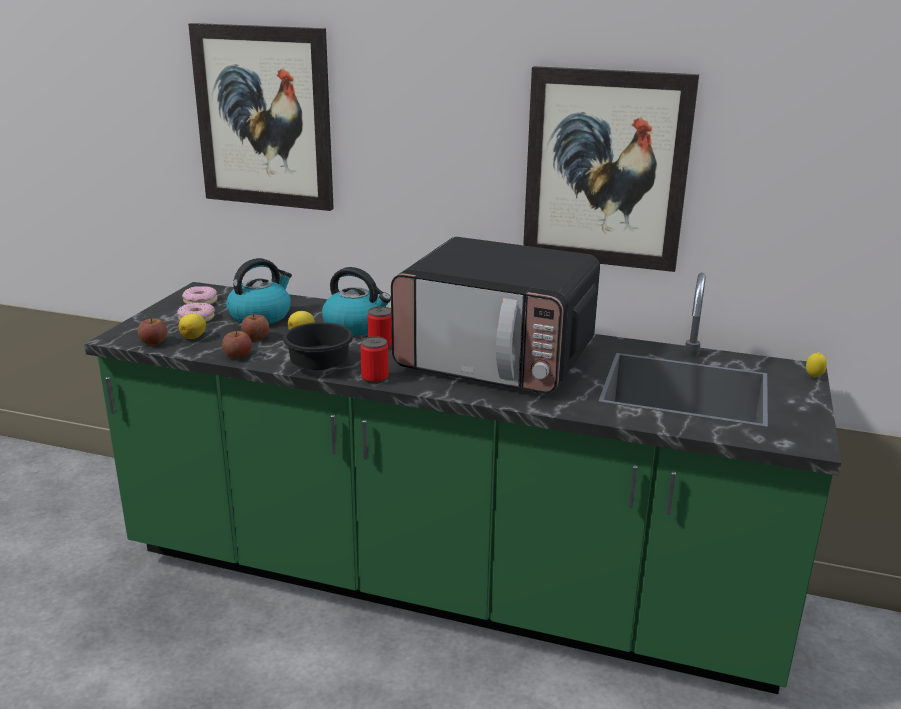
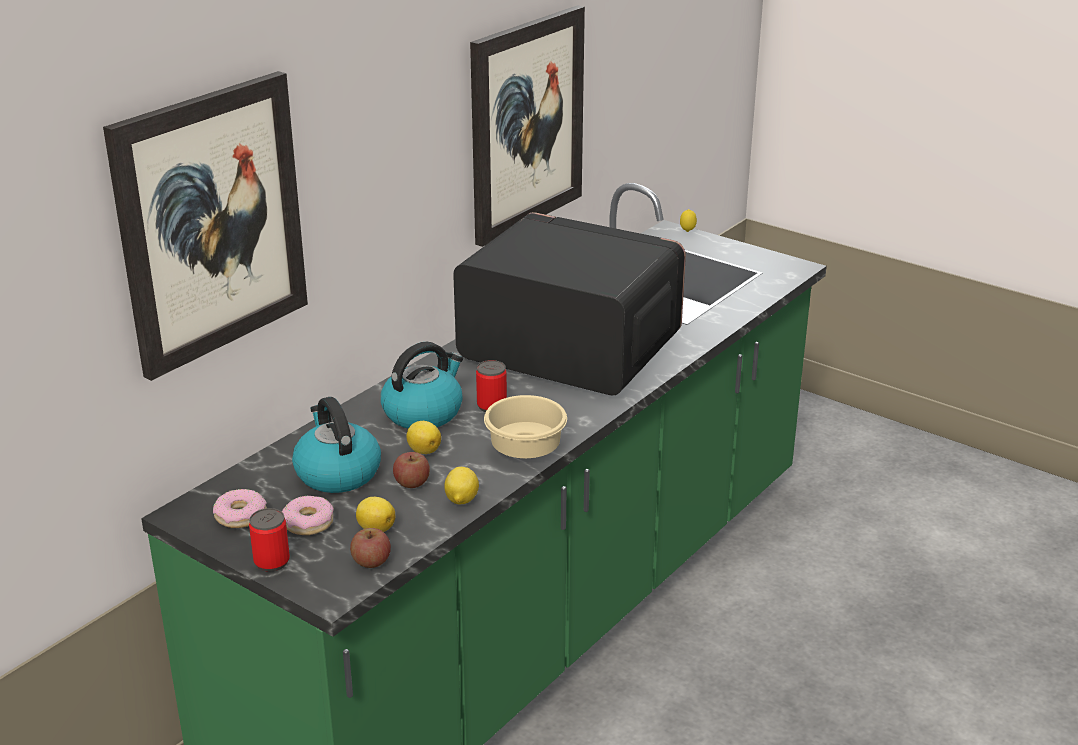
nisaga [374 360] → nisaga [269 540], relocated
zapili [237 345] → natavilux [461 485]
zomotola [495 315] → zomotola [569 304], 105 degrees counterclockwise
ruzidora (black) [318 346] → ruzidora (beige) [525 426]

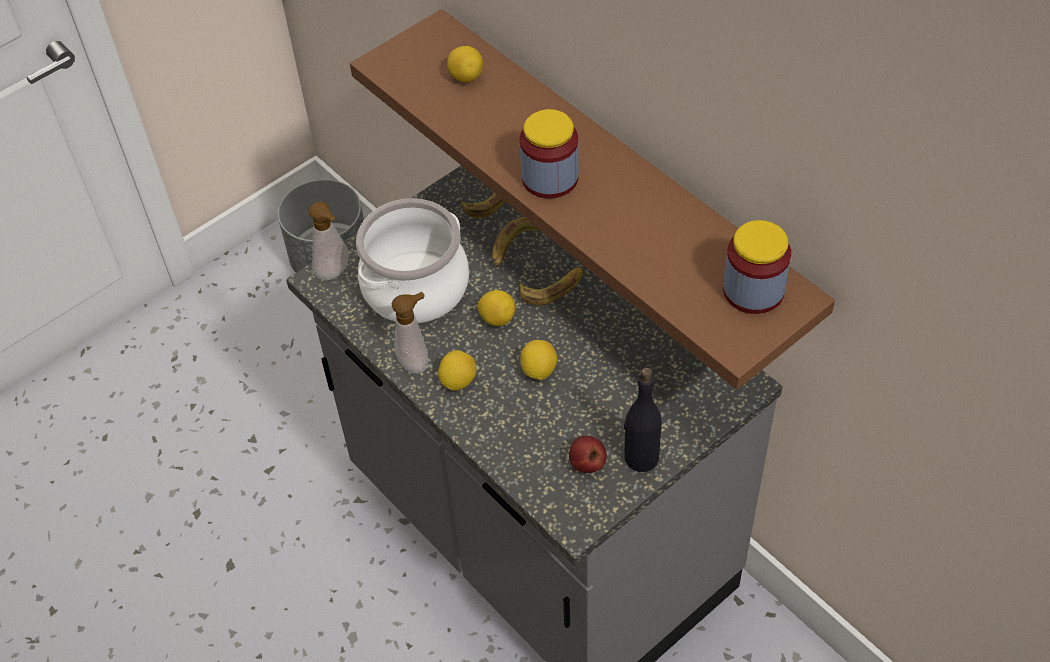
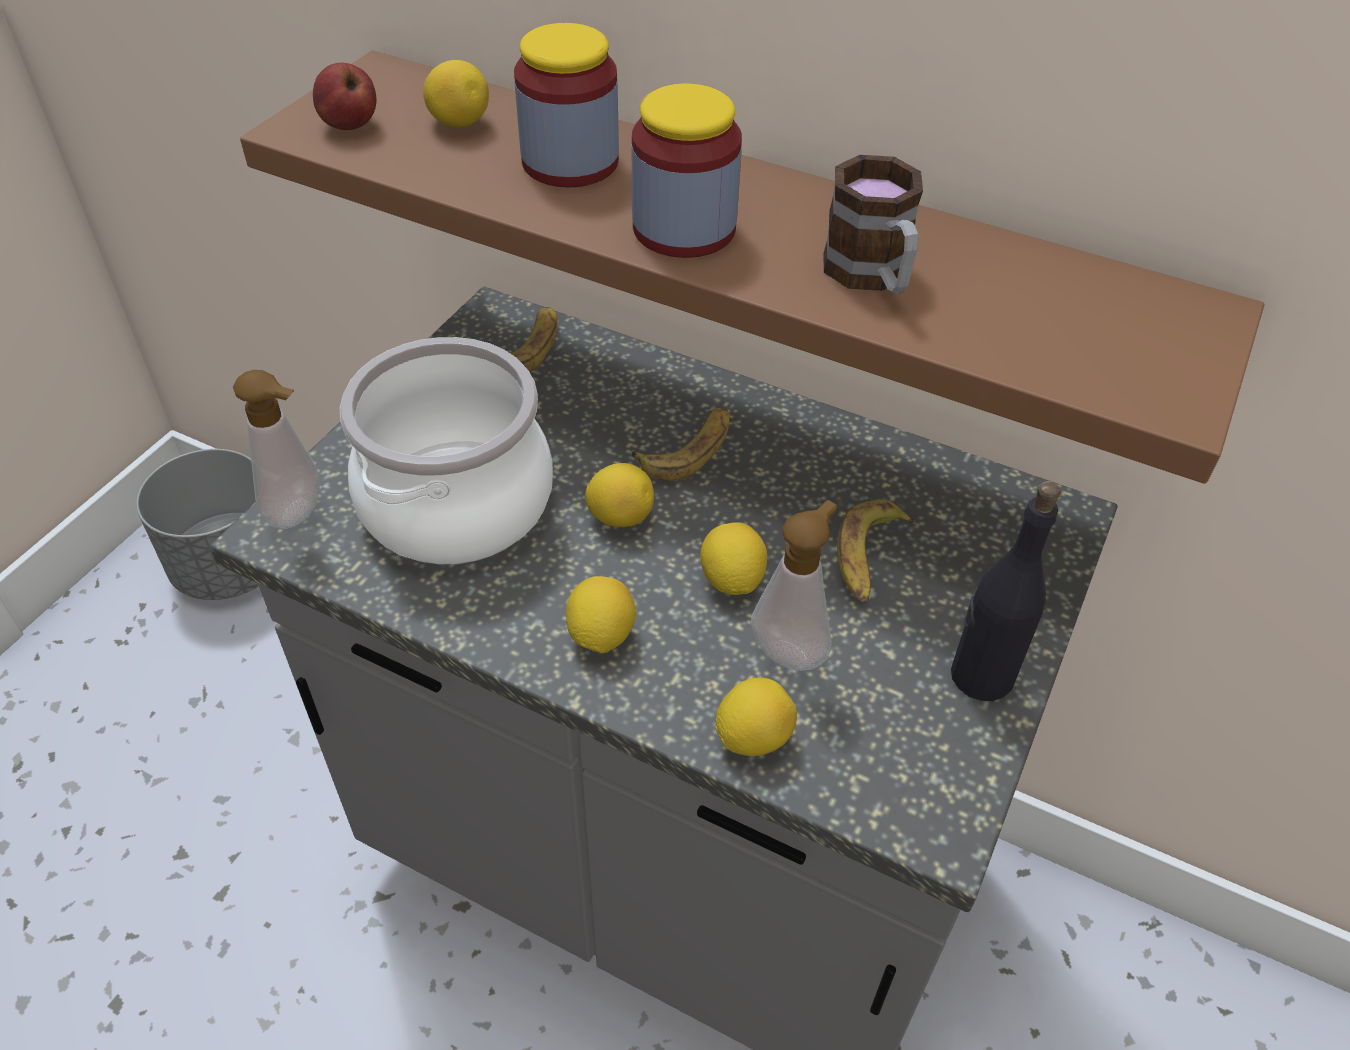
zapili [588 454] → zapili [345 96], relocated
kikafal [757 267] → kikafal [566 105], relocated
- → natavilux [756 716]
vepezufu [410 333] → vepezufu [794 585], relocated
- → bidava [873 224]
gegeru [516 242] → gegeru [876 551], relocated

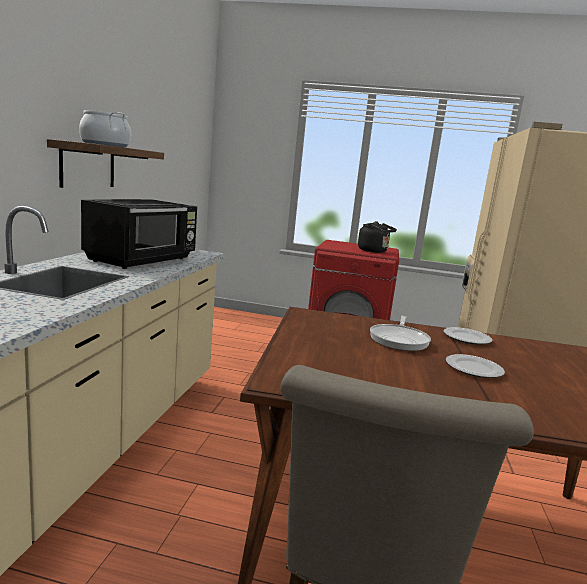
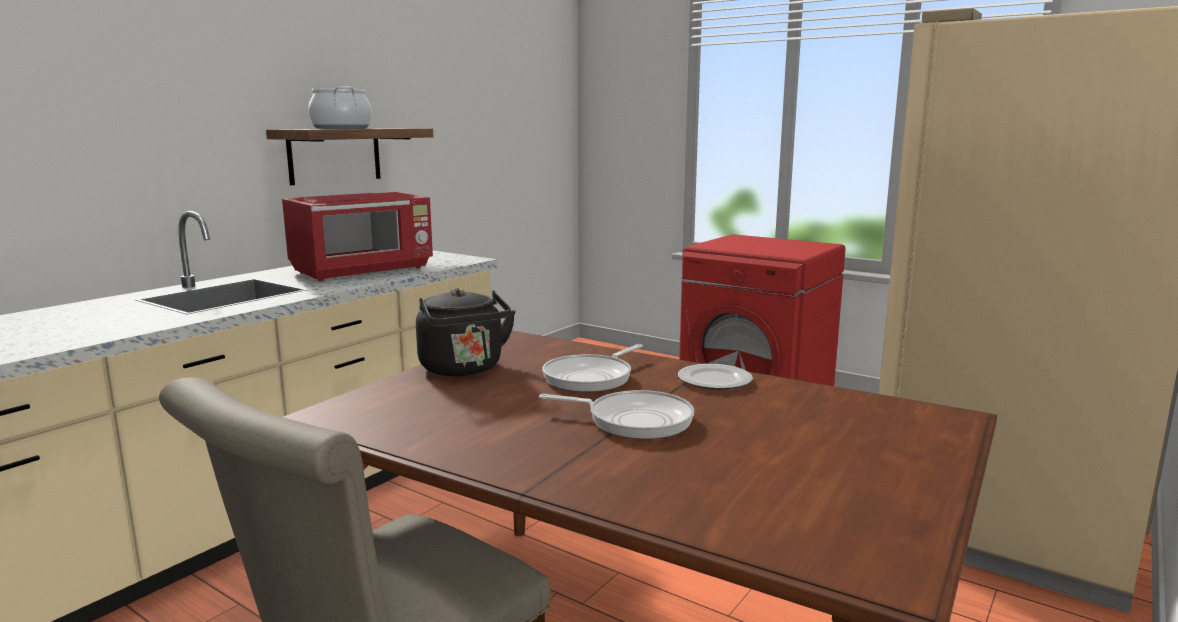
zomotola (black) [139 234] → zomotola (red) [357 236]
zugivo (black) [377 237] → zugivo (black) [466 332], relocated
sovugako [475 366] → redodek [616 414]

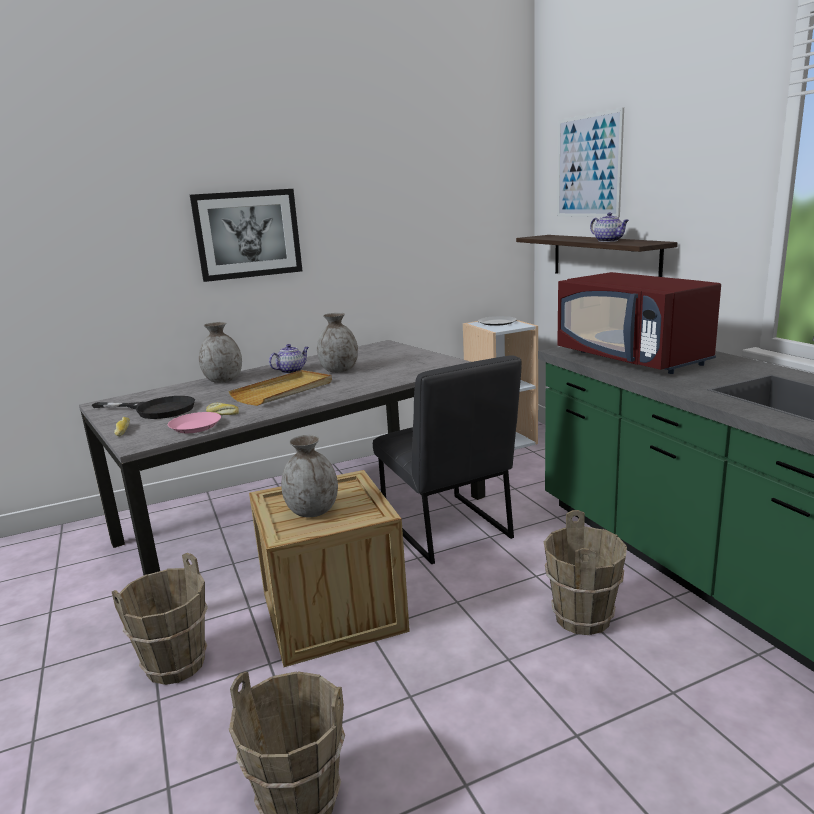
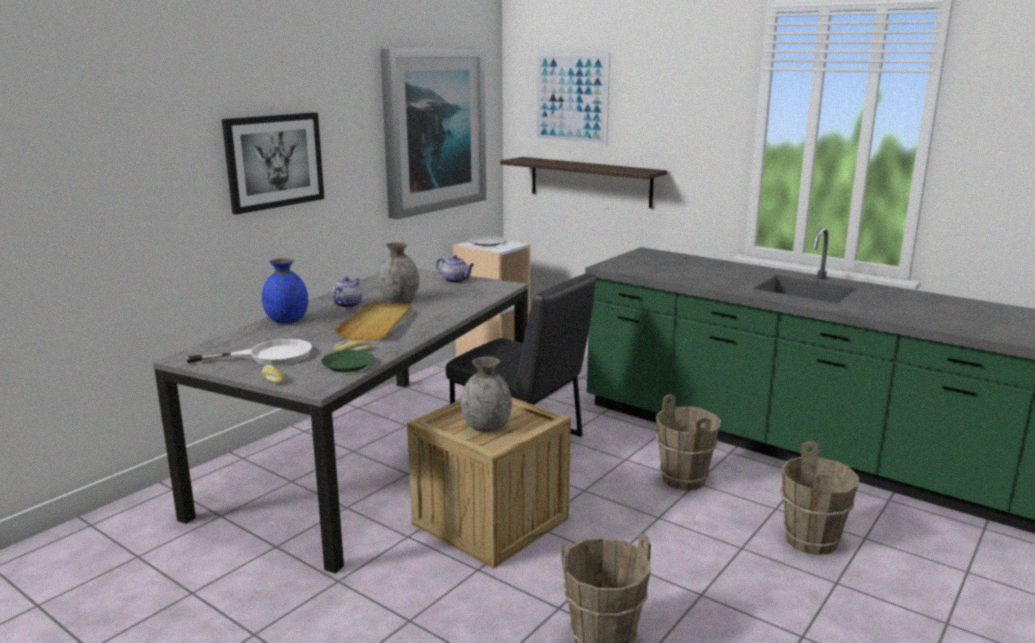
redodek (black) [143 407] → redodek (white) [249 352]
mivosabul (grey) [220 352] → mivosabul (blue) [285 291]
sovugako (pink) [194 422] → sovugako (green) [347 361]
- → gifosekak [433 133]
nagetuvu [609 227] → nagetuvu [455 269], relocated
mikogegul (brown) [160 619] → mikogegul (brown) [819 498], relocated
zomotola (red) [639 323] → -

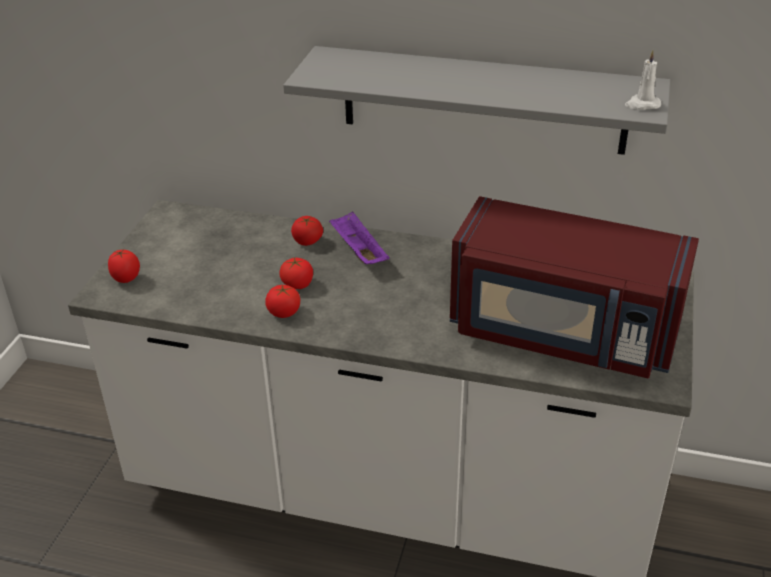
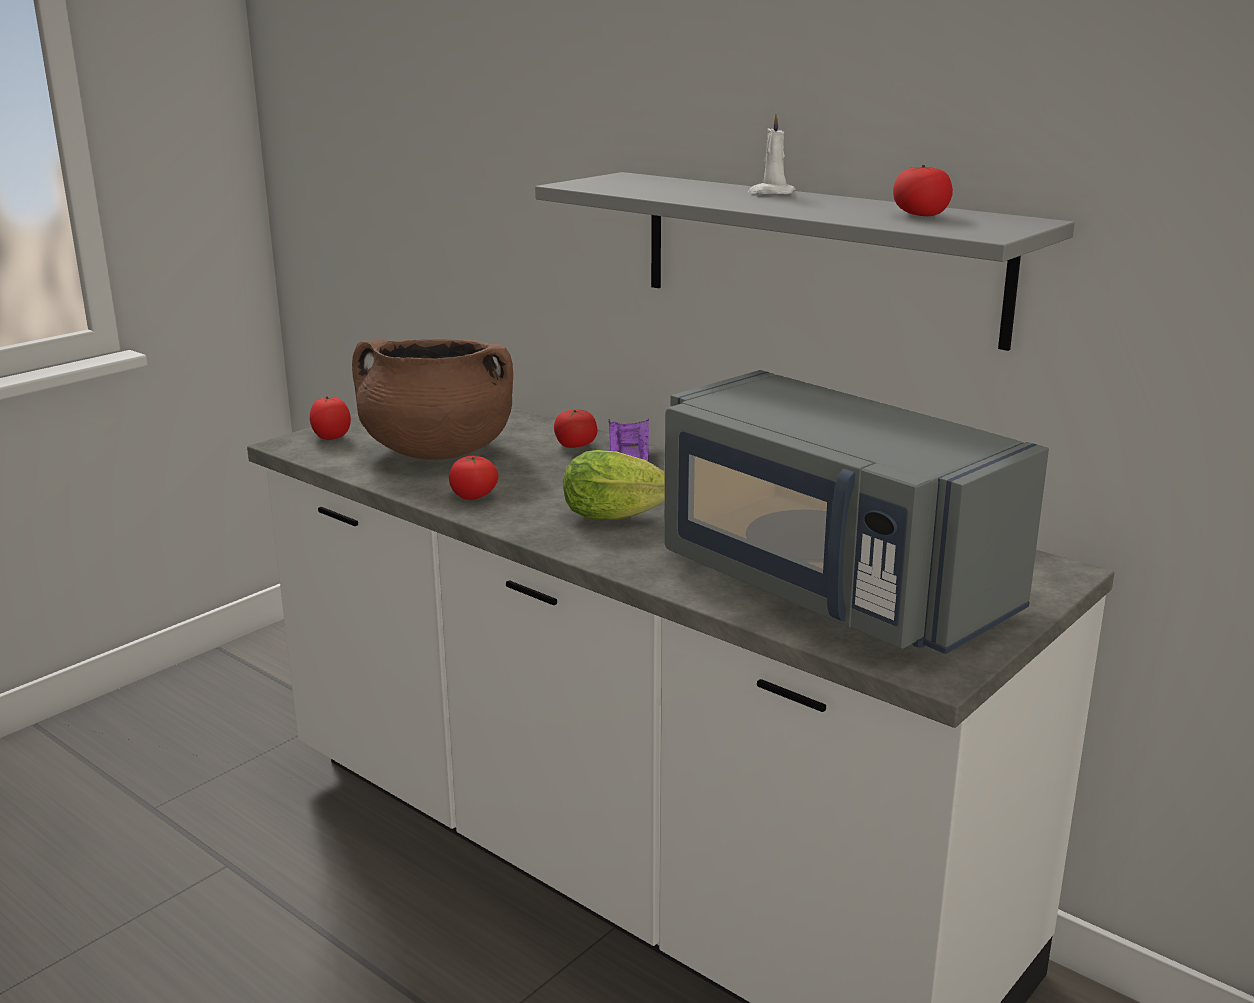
- → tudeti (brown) [432 399]
- → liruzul [614 485]
zomotola (red) [574 287] → zomotola (grey) [856 512]
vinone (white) [643 80] → vinone (white) [772 154], relocated
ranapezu [296 273] → ranapezu [923 190], relocated

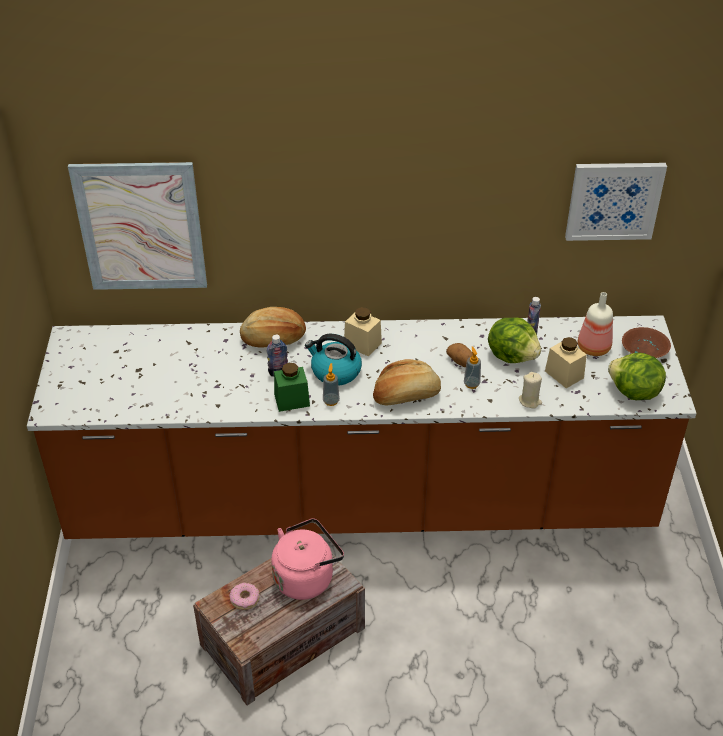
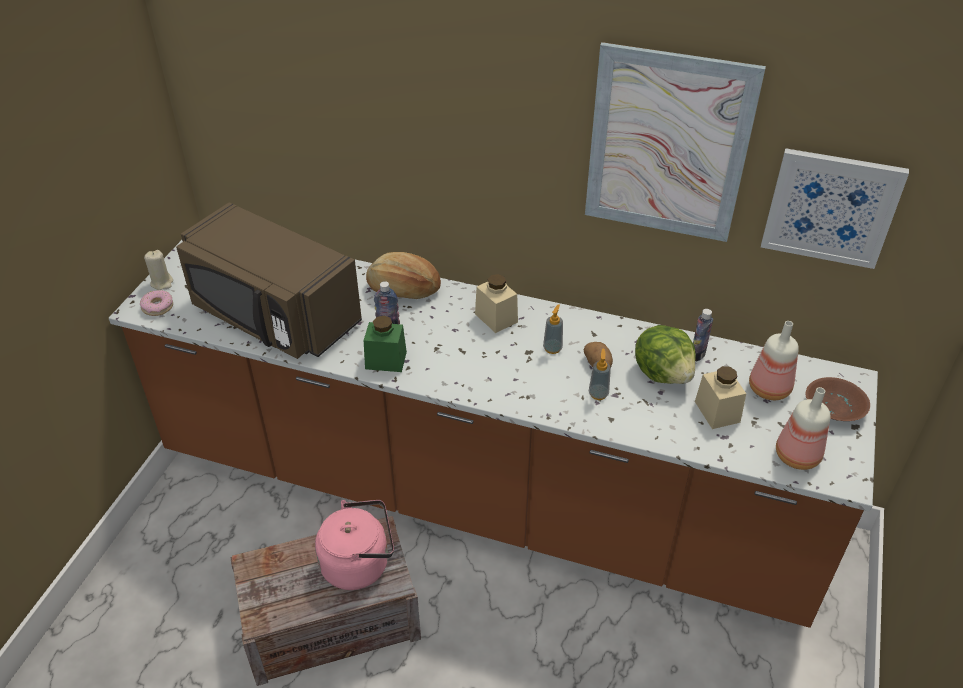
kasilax [244 596] → kasilax [156 303], relocated
vinone (beige) [530 390] → vinone (beige) [158 270], relocated
- → zomotola (brown) [269 280]
vepezufu [331 384] → vepezufu [553 329], relocated
gifosekak [137 226] → gifosekak [675 142], relocated
liruzul [637 376] → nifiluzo [803 428]
zugivo [333 360] → -
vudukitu [407 382] → -

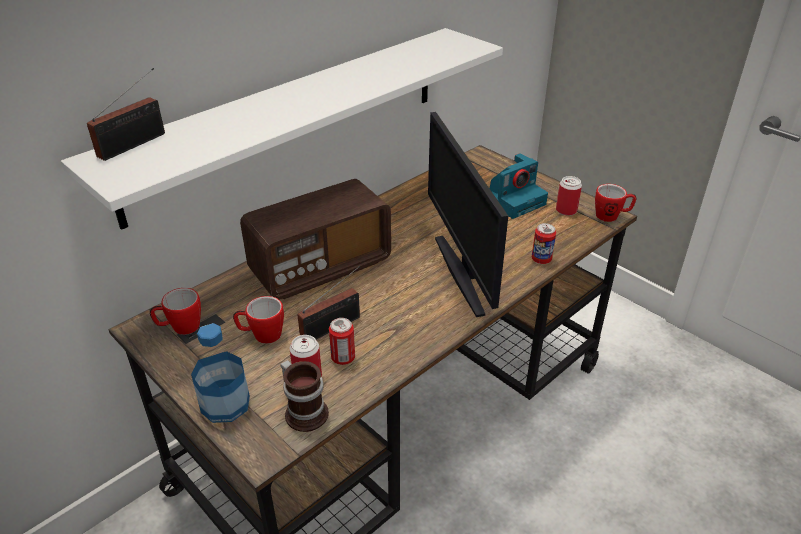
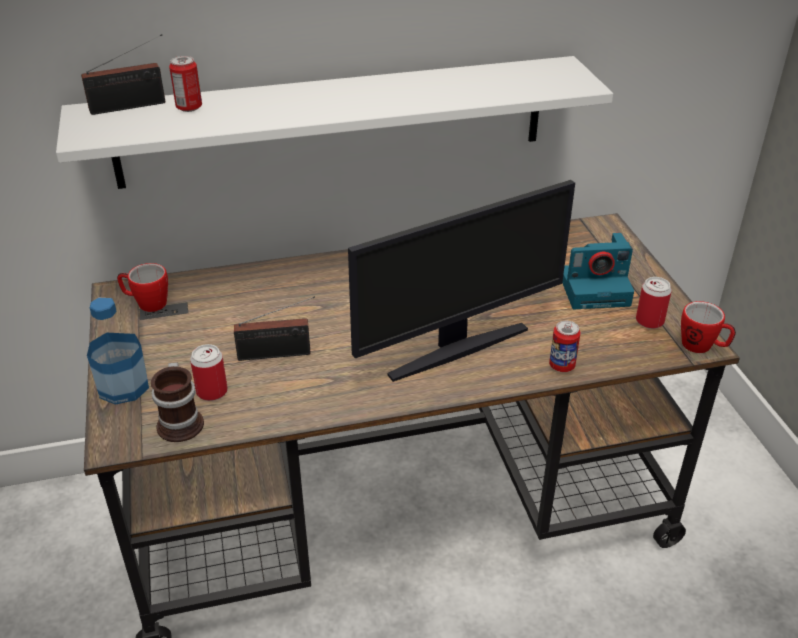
nisaga [342 341] → nisaga [185 84], relocated
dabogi [468 214] → dabogi [461 281], 135 degrees counterclockwise
bidava [258 320] → -
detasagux [315 239] → -

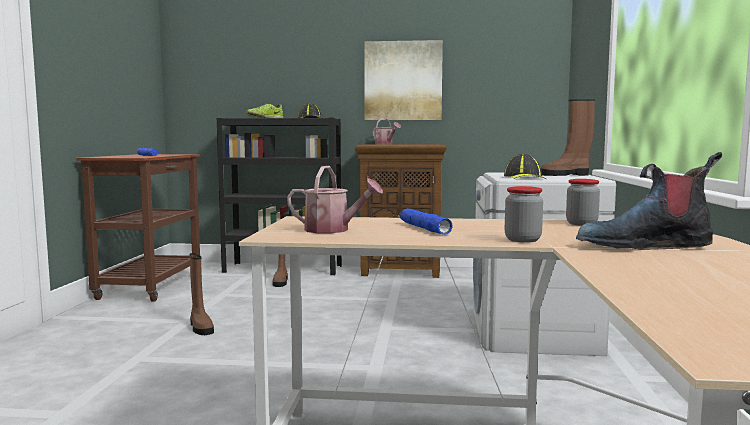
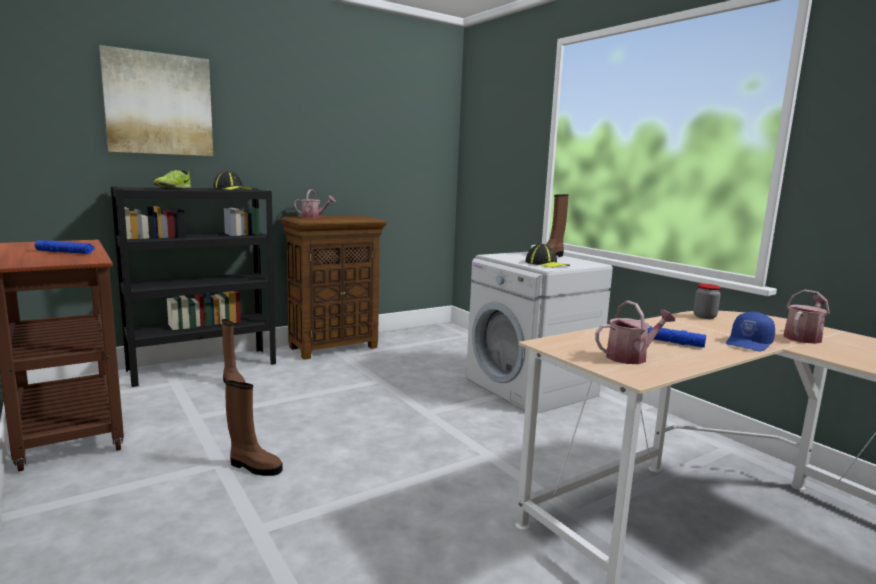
gifosekak [403 80] → gifosekak [156 100], relocated
kikafal [524 214] → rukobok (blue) [750 331]
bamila [649 201] → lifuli [806 317]

